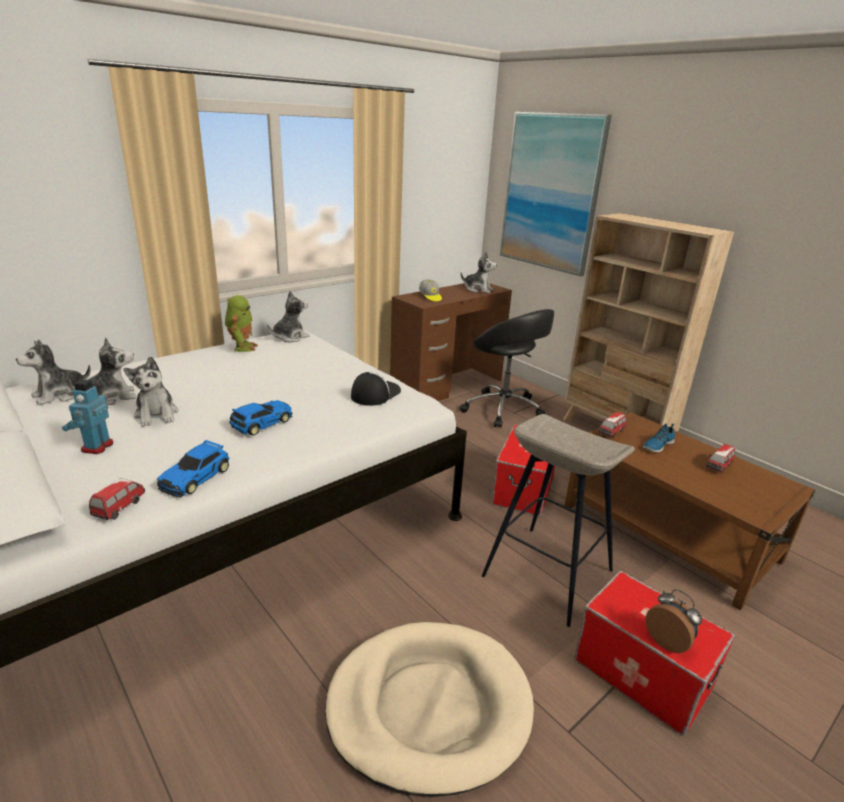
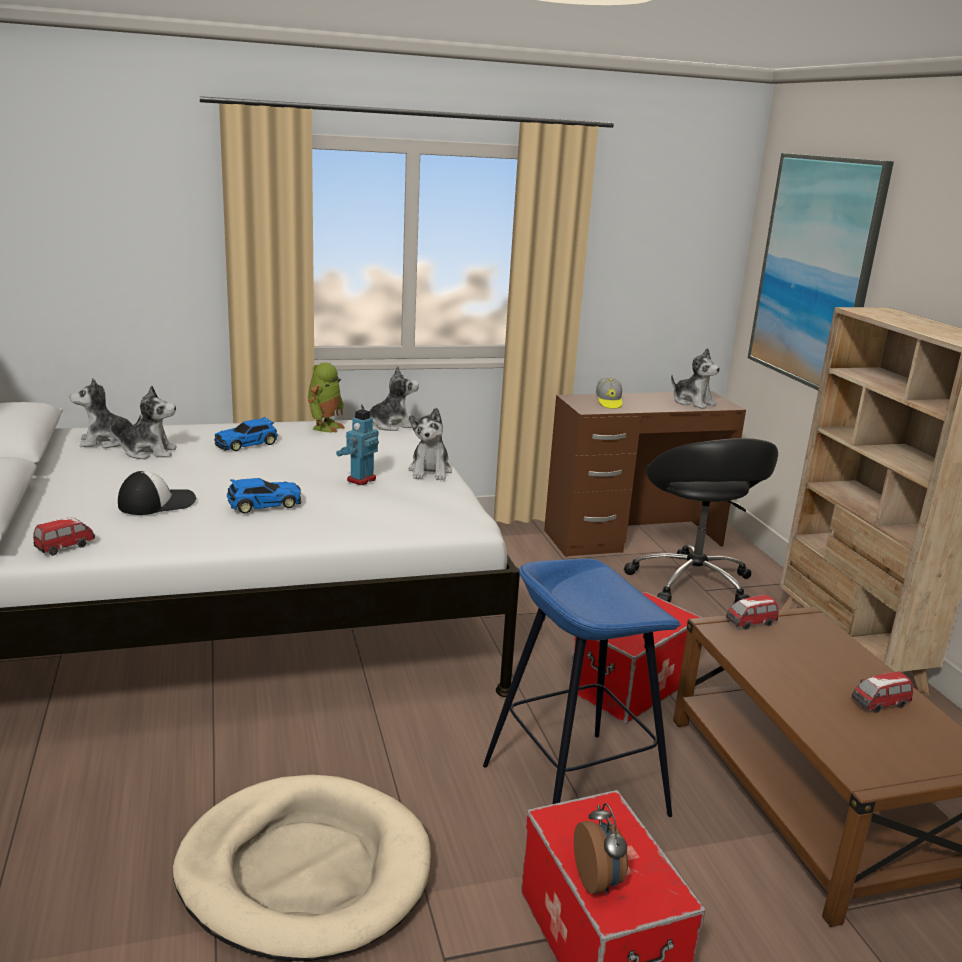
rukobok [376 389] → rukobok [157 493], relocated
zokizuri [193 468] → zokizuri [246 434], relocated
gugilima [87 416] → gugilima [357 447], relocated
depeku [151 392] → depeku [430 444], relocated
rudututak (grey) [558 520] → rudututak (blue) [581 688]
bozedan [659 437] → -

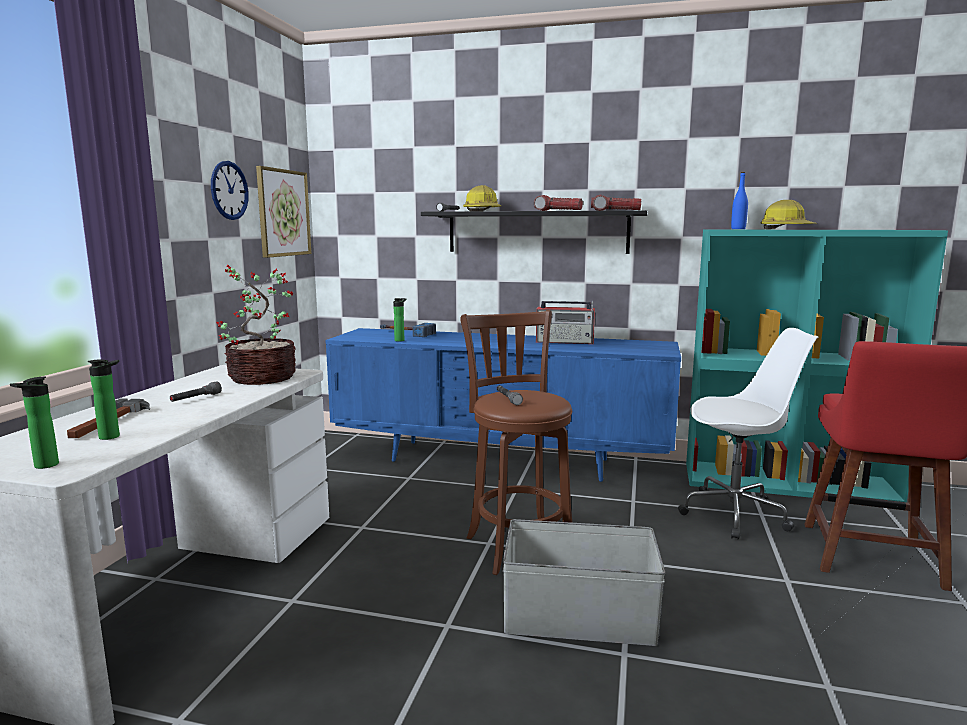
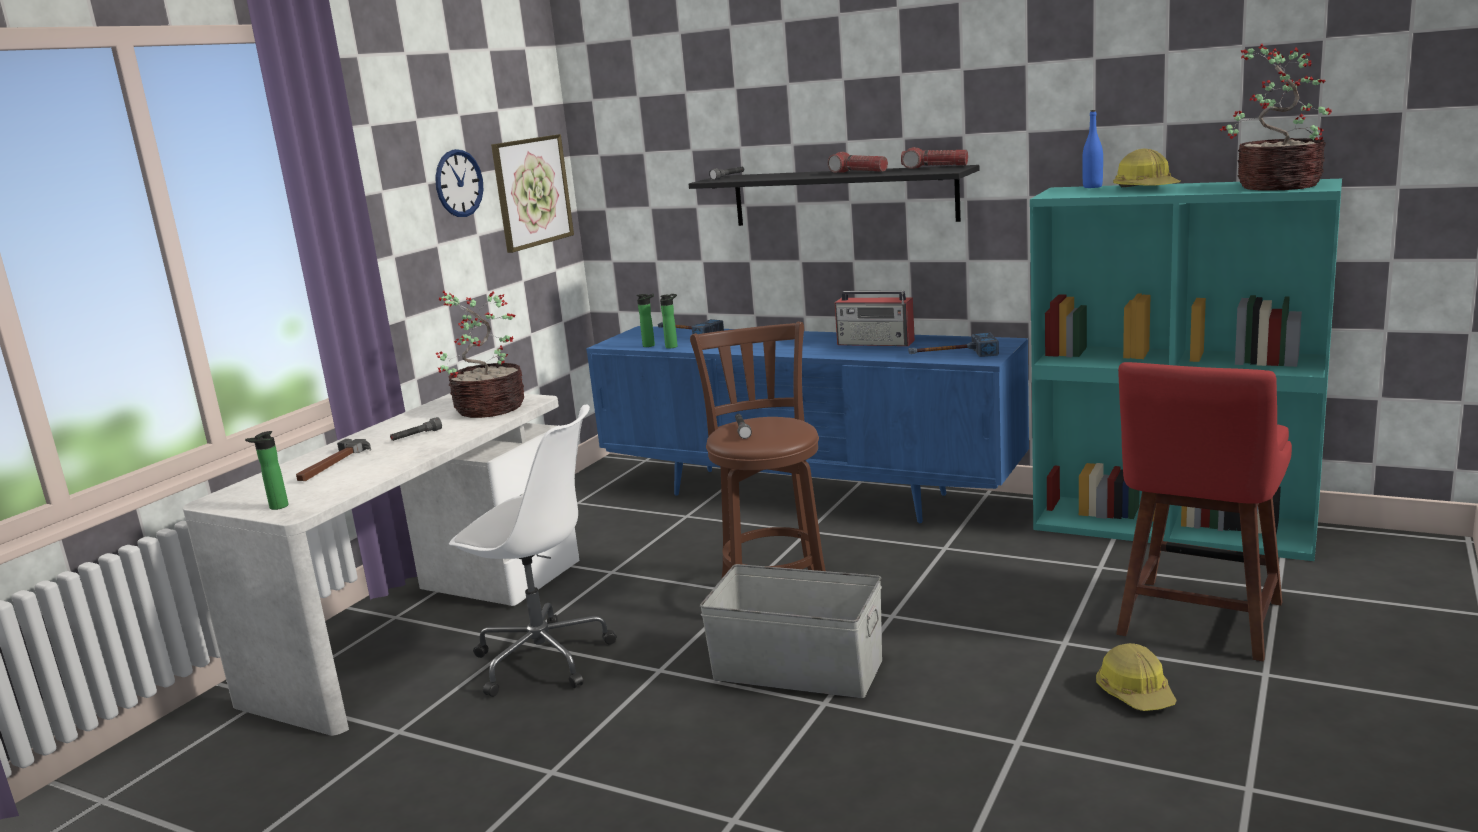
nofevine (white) [748 433] → nofevine (white) [533 551], relocated
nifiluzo [104 400] → nifiluzo [645 320], relocated
- → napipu [953 345]
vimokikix [482 198] → vimokikix [1136 677], relocated
- → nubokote [1275 117]

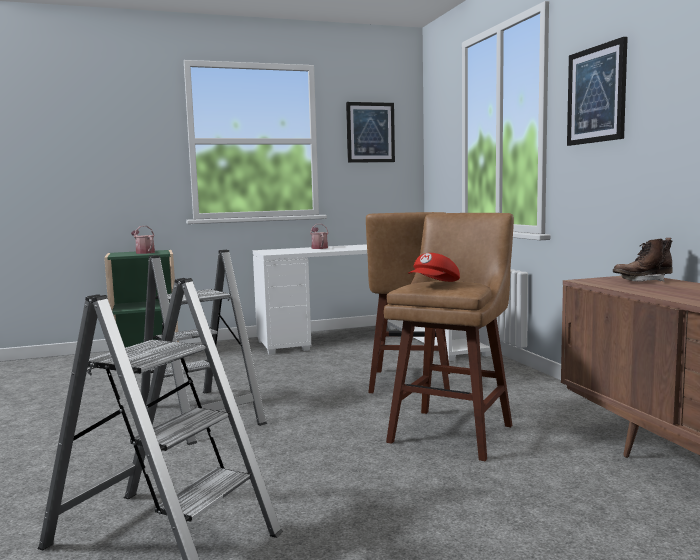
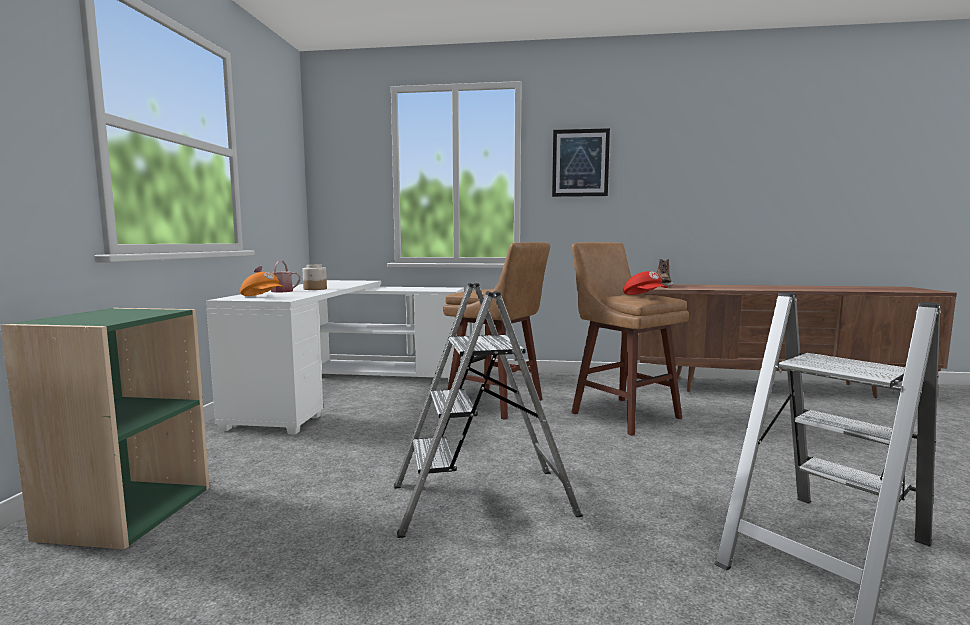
- → rukobok (orange) [262 284]
- → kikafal [315 277]
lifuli [143 240] → -
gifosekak [370 132] → -

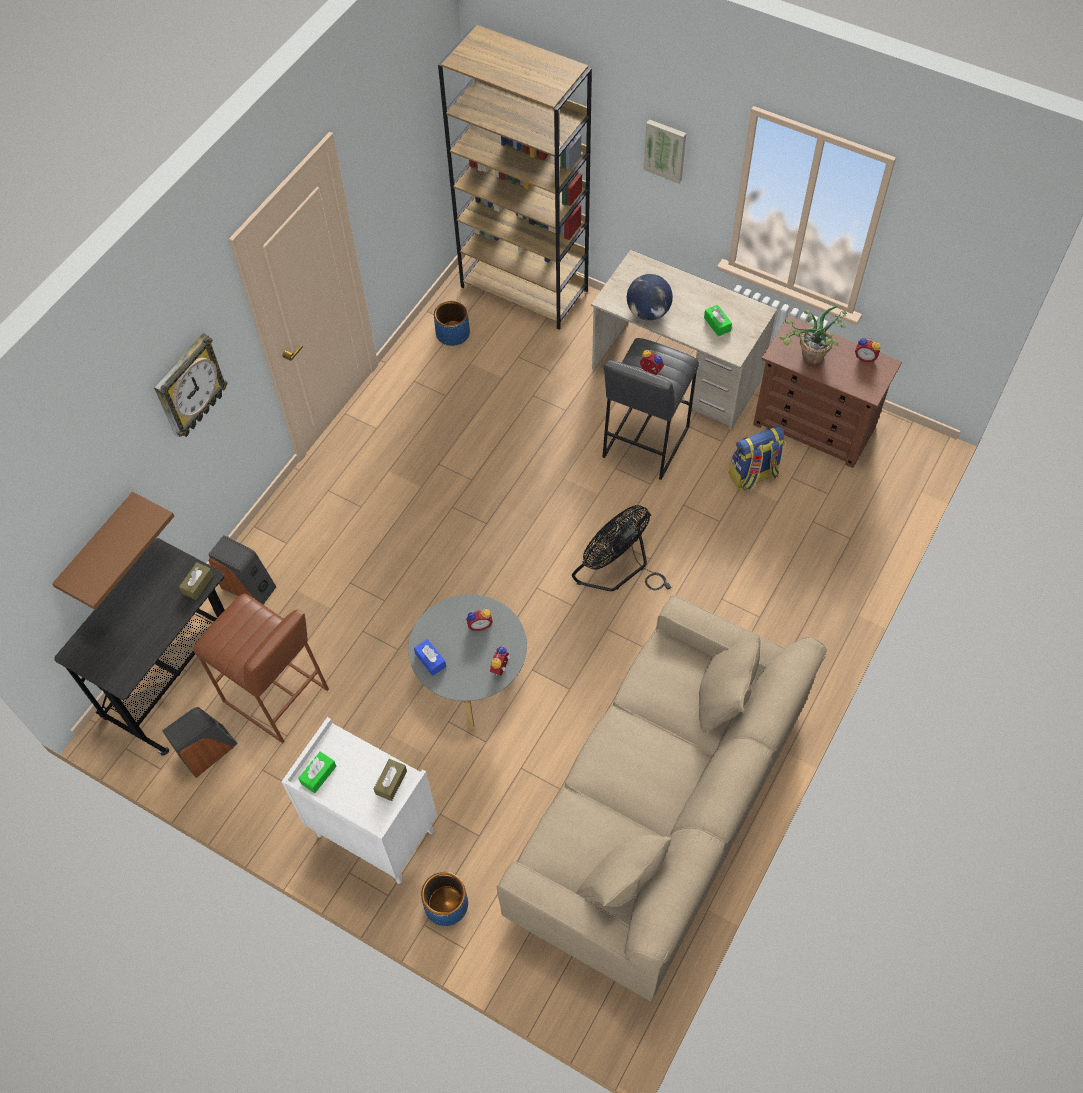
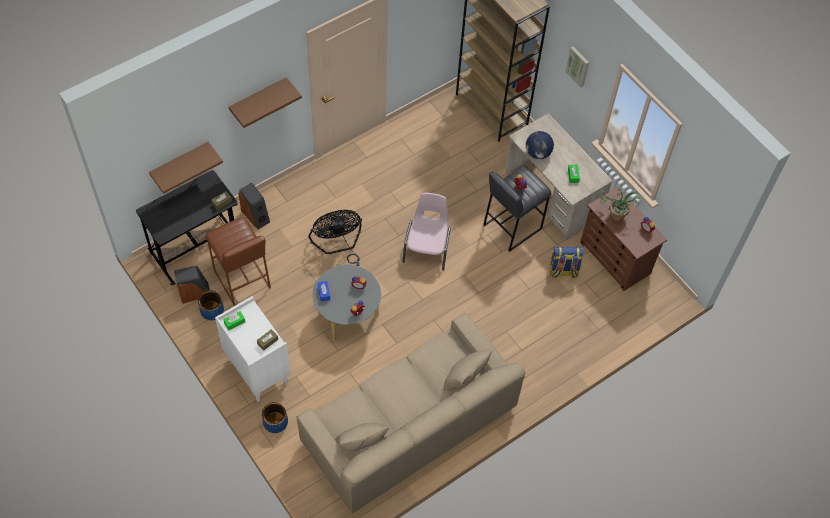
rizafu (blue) [452 323] → rizafu (blue) [211 305], relocated
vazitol [191 385] → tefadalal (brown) [265 102]
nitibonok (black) [621 548] → nitibonok (black) [335 238], relocated
- → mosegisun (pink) [426 231]

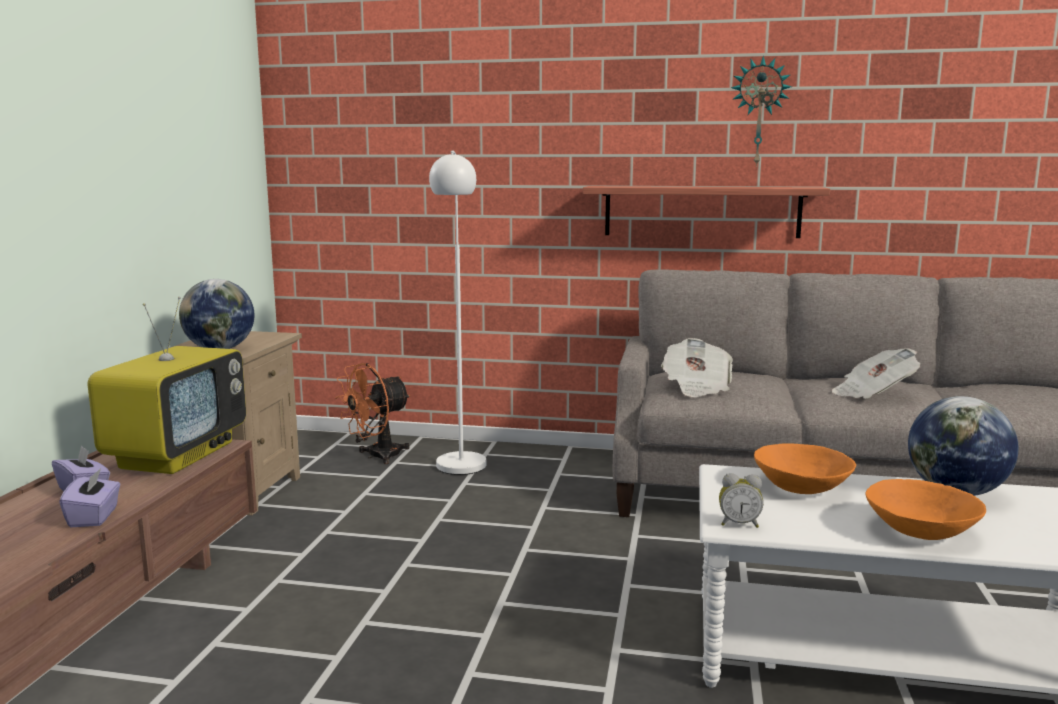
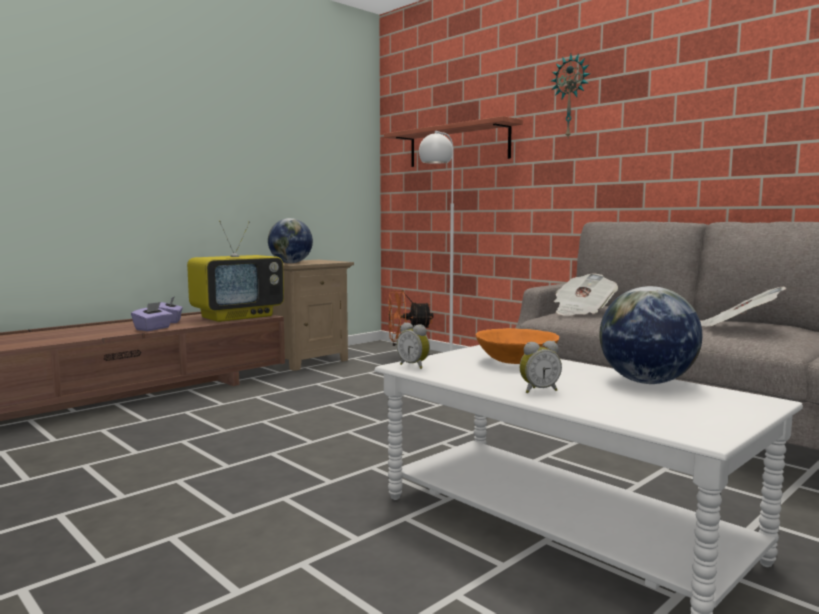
tefadalal [706 212] → tefadalal [453 141], relocated
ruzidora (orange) [925 509] → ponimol [541 367]
vazitol [761 111] → vazitol [570 95], relocated

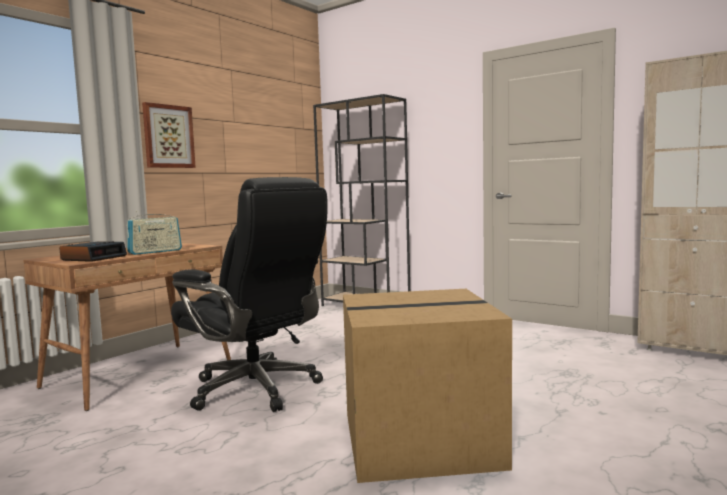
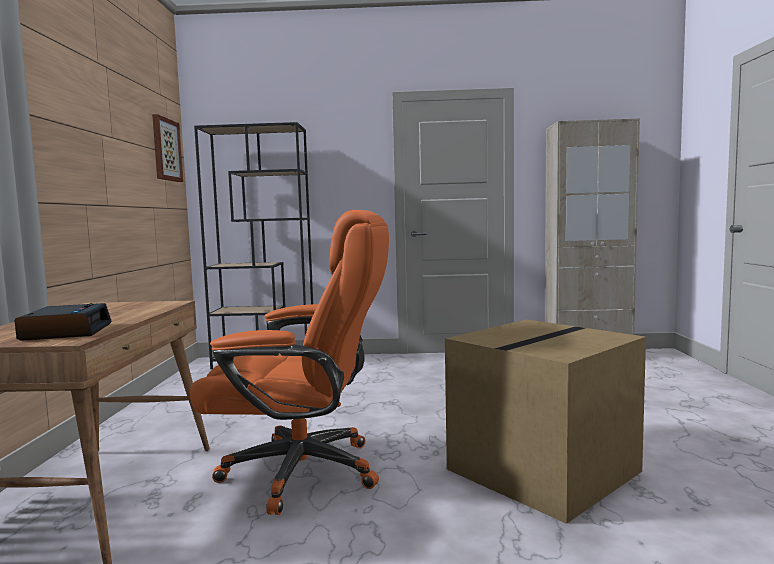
gifosekak [169 135] → gifosekak [167 148], relocated
nofevine (black) [249 294] → nofevine (orange) [289 362]
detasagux [154 233] → -

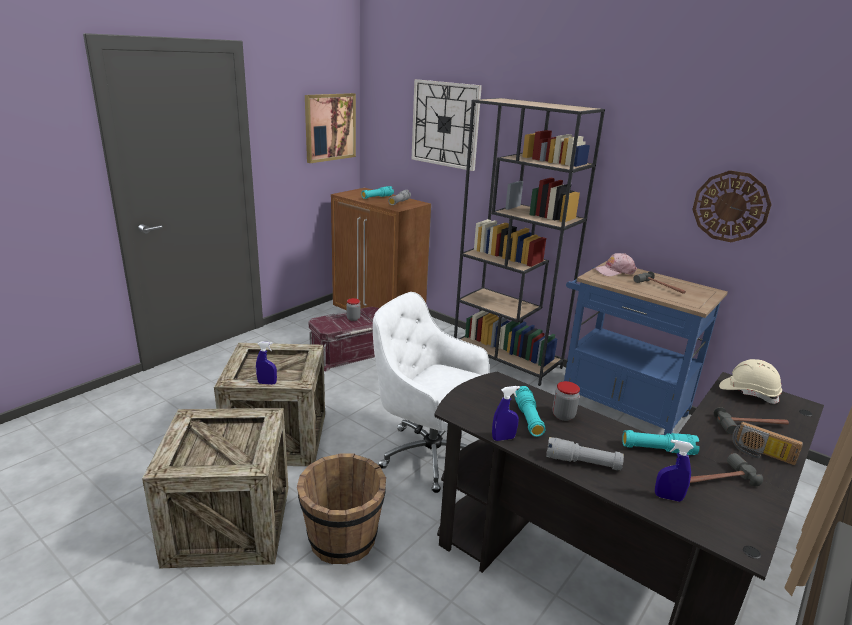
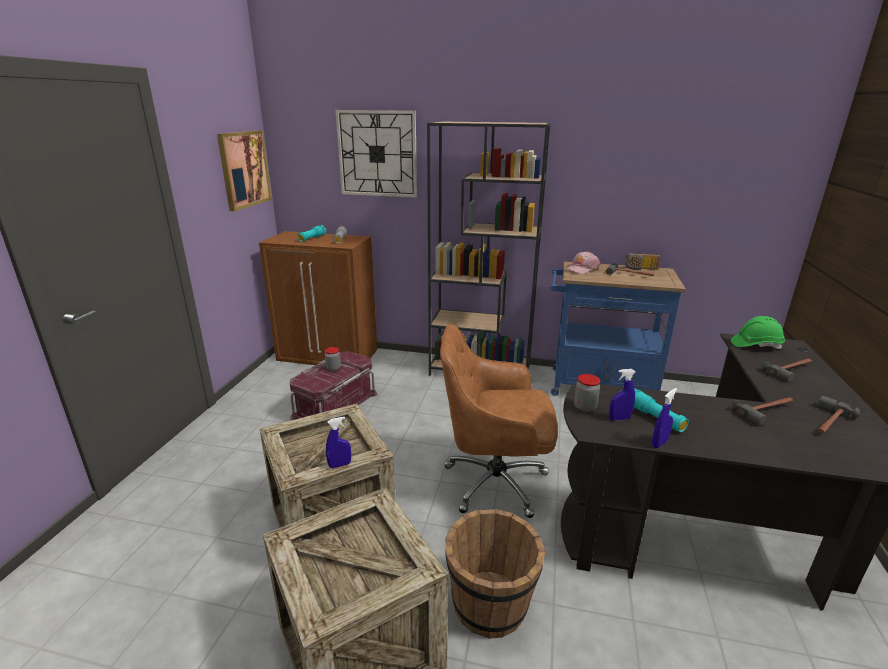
nofevine (white) [431 392] → nofevine (brown) [499 421]
kikafal [566 401] → kikafal [587 393], relocated
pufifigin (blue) [674 470] → pufifigin (blue) [622 395], relocated
detasagux [767 443] → detasagux [643 261], relocated
vimokikix (beige) [750 381] → vimokikix (green) [758 332]
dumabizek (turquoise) [661 442] → napipu [762 411]
dumabizek (grey) [585 453] → -
vazitol [732 206] → -

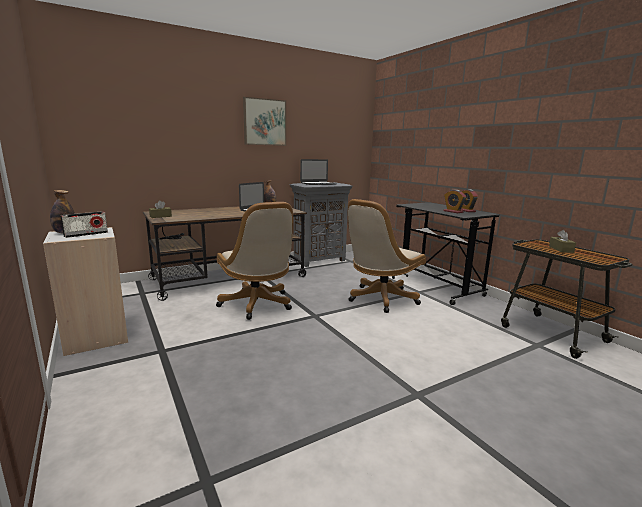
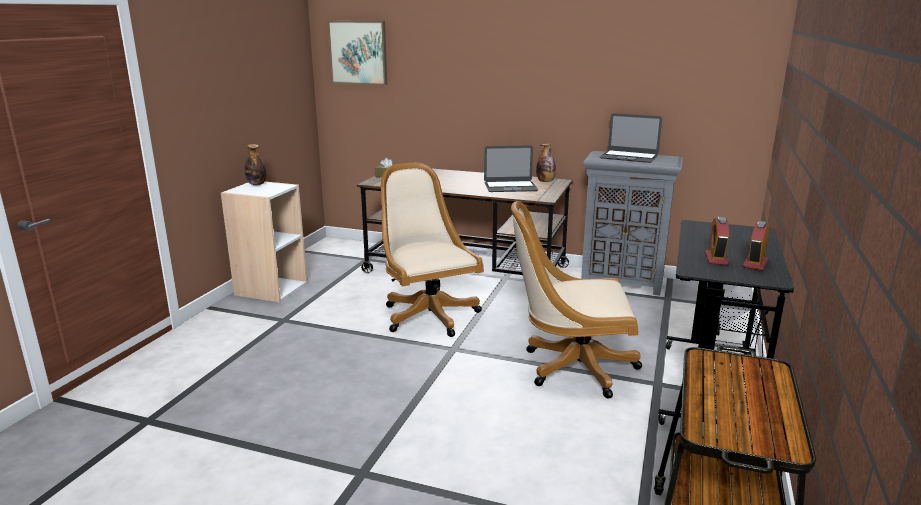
gifosekak [264 121] → gifosekak [357 53], relocated
nofevine [254 261] → nofevine [432 250], 135 degrees clockwise
detasagux [84 224] → -
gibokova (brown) [562 241] → -

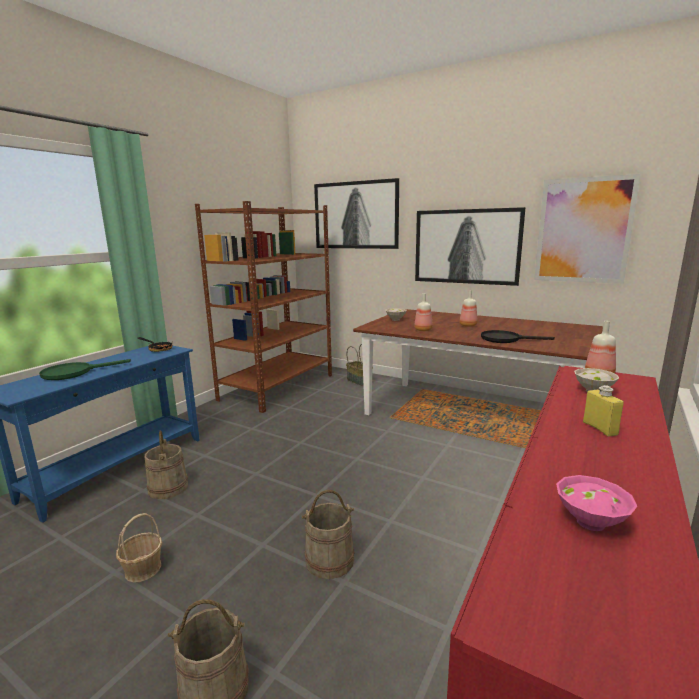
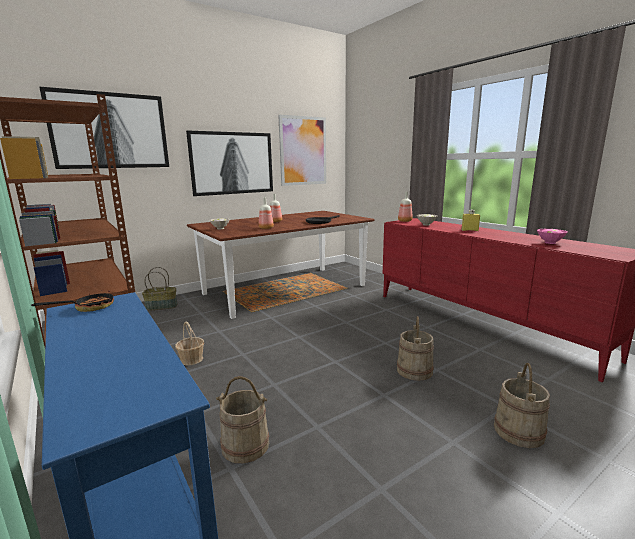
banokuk [139 548] → banokuk [189 343], relocated
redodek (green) [85 369] → -

